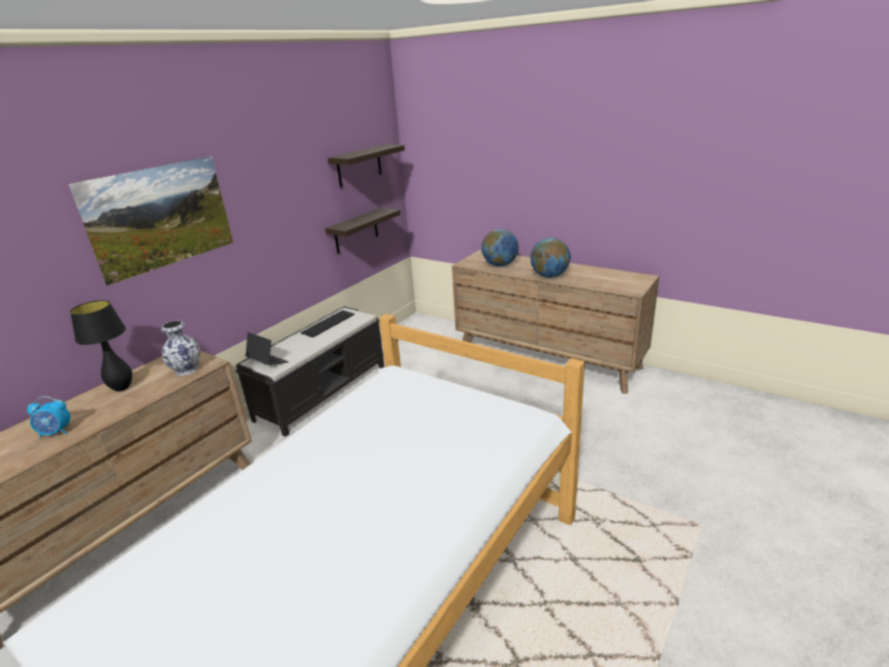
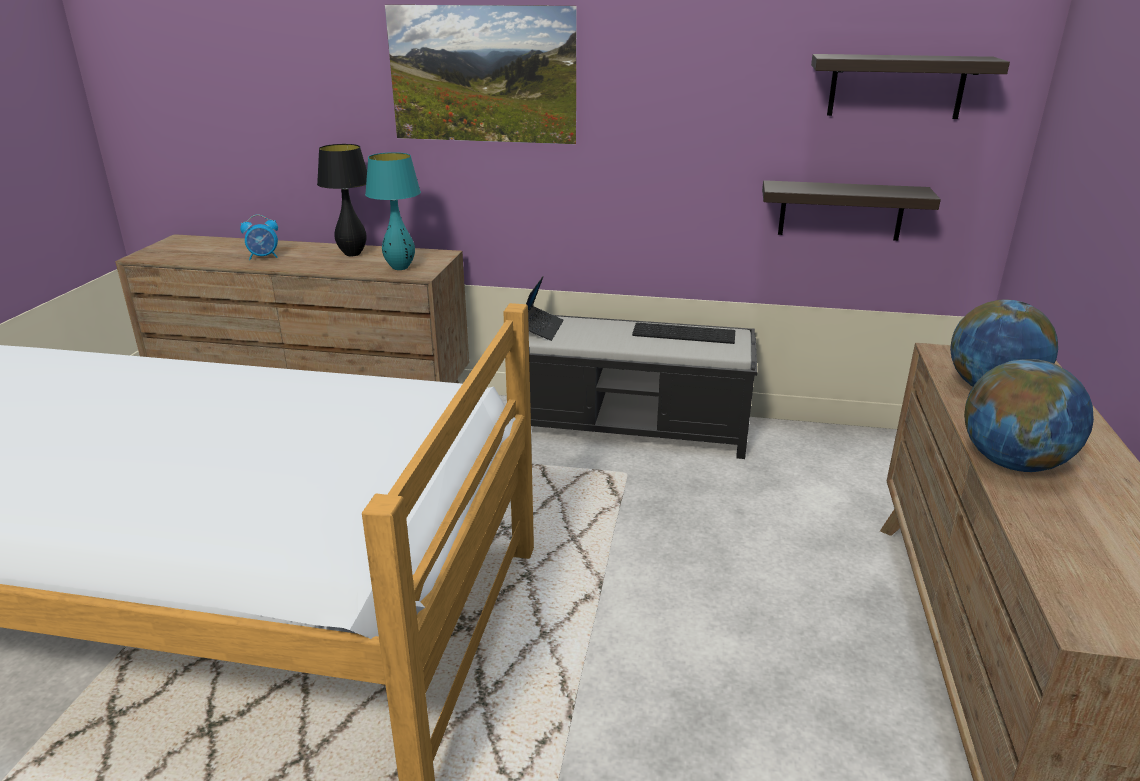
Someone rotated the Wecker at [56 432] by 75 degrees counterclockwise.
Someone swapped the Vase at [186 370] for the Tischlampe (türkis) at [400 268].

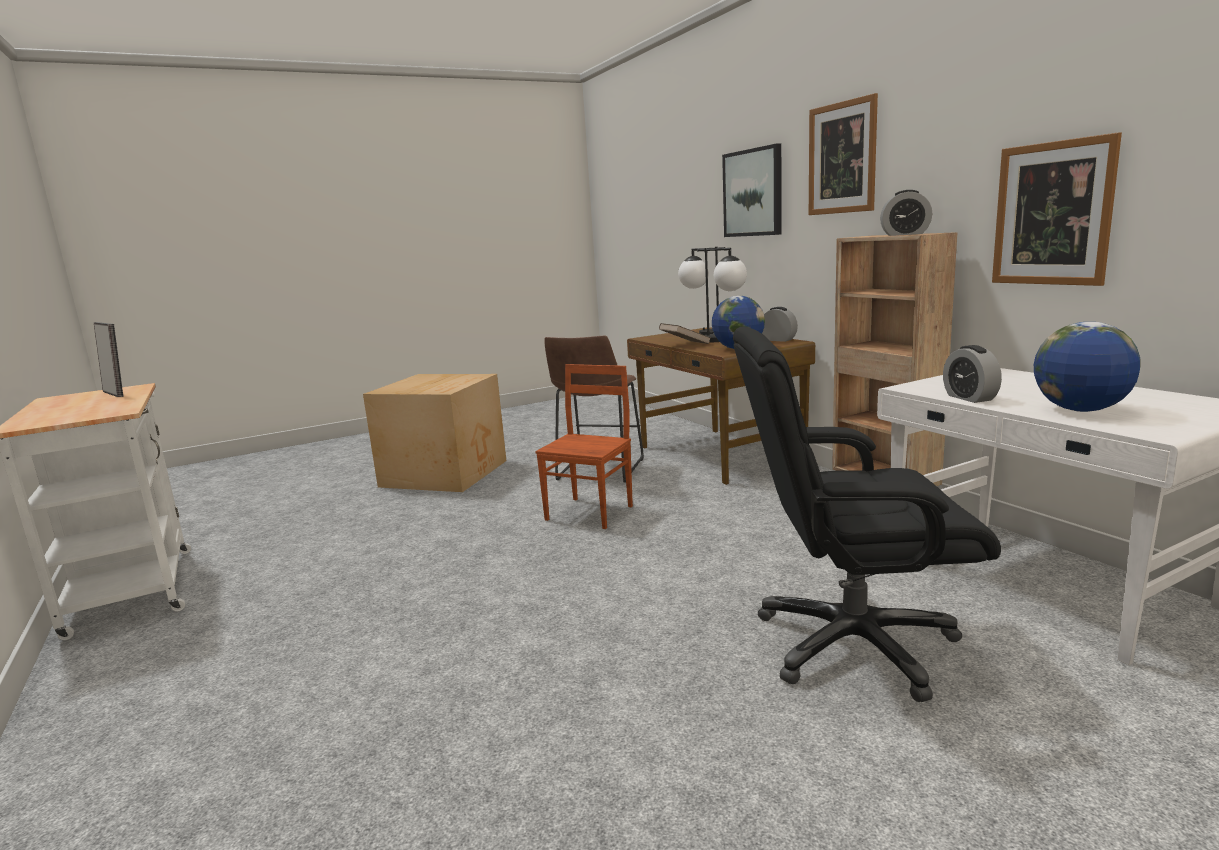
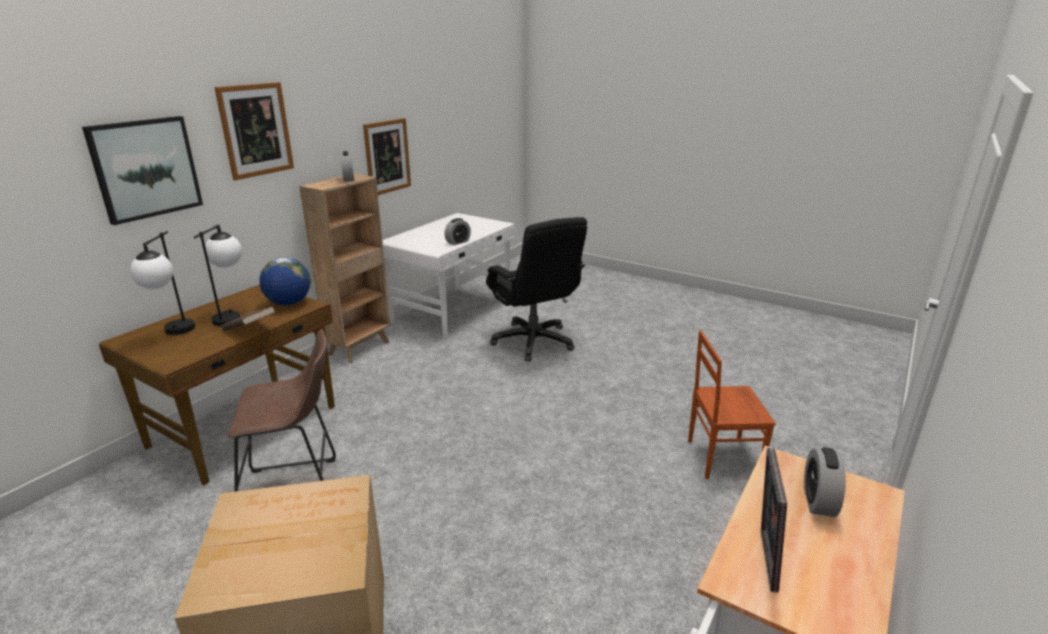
Someone carried the Stuhl (braun) from [591 512] to [721 457].
Someone carried the Wecker from [778 340] to [818 501].
Someone took away the Globus at [1080 410].

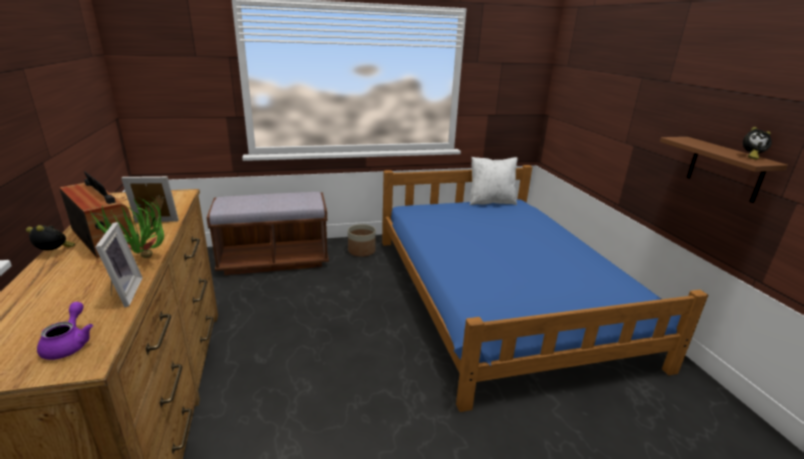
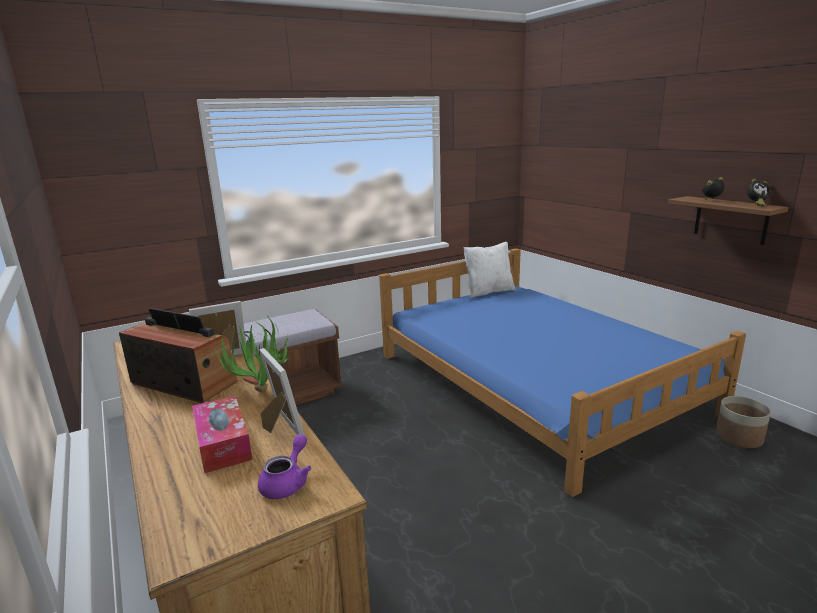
Someone put down the Taschentuchbox at [223 443].
Someone rotated the Teekanne (lila) at [69 344] by 45 degrees clockwise.
Someone carried the Wecker from [55 253] to [711 200].
Someone carried the Pflanzkübel from [362 251] to [739 437].

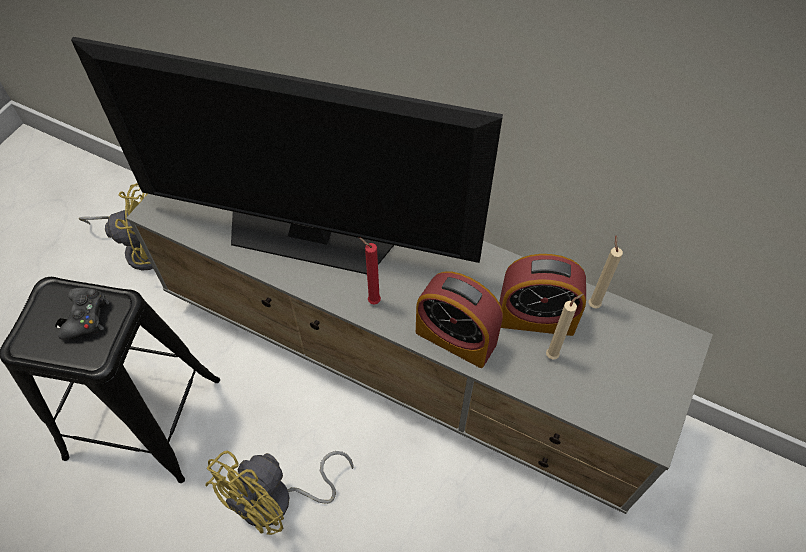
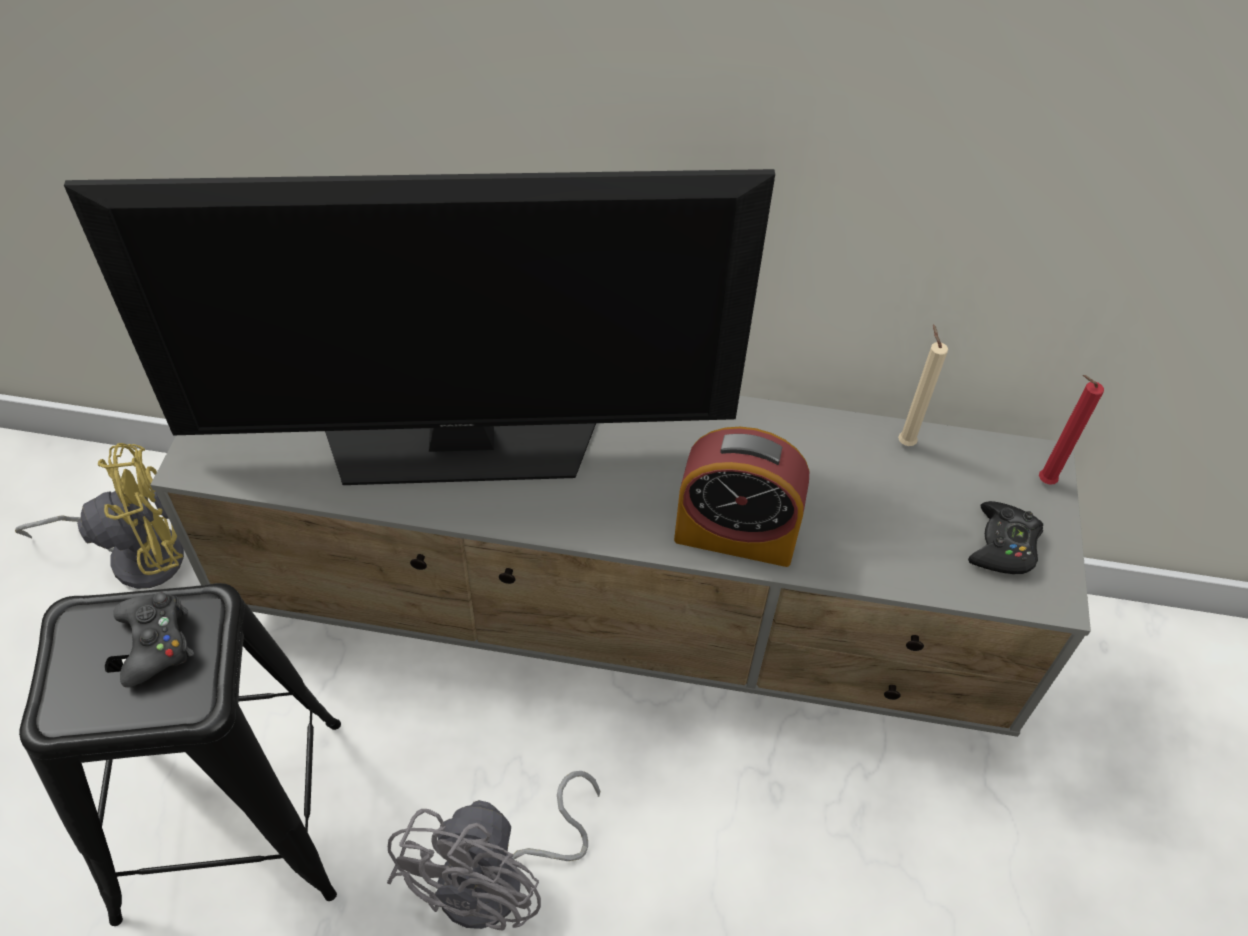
Someone repainted the Ventilator (gelb) at [277 501], which became the Ventilator (grau) at [499 880].
Someone put down the Gamepad (schwarz) at [1003 545].
Someone carried the Kerze (rot) from [372 300] to [1042 481].
Someone took away the Wecker at [536 317].
Someone took away the Kerze (beige) at [553 355].

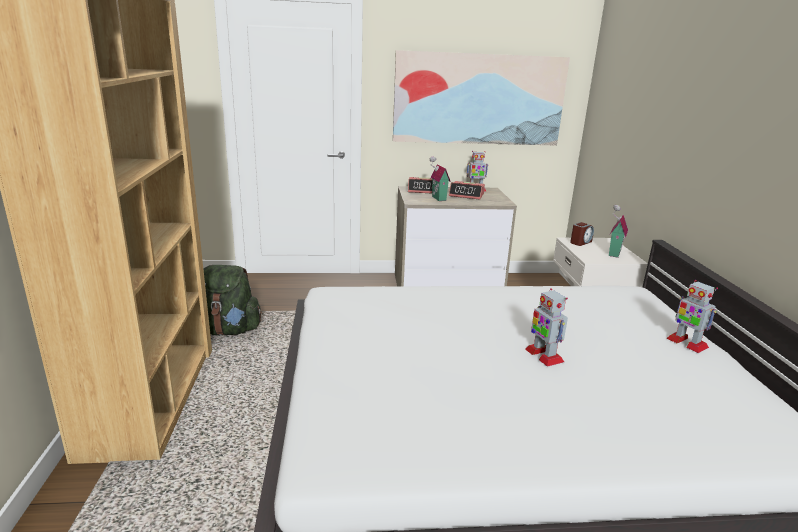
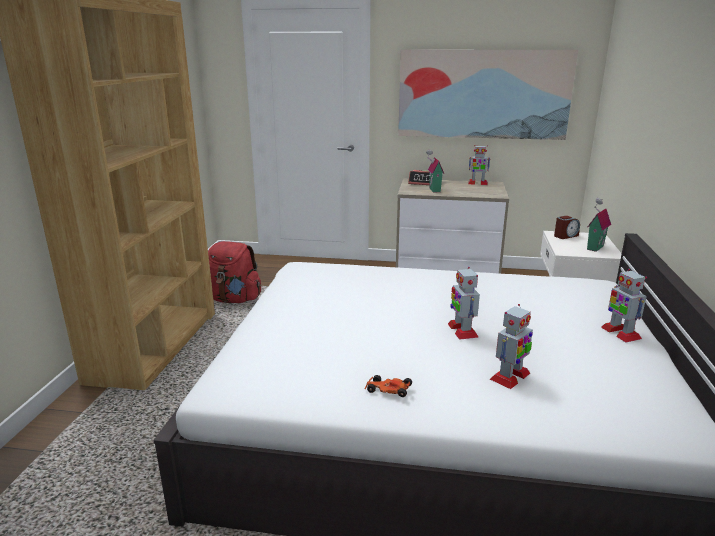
Someone repainted the Rucksack (grün) at [227 330], which became the Rucksack (rot) at [233 299].
Someone put down the Spielzeugauto at [387 390].
Someone put down the Spielzeugroboter at [510 377].
Someone took away the Wecker at [466 195].

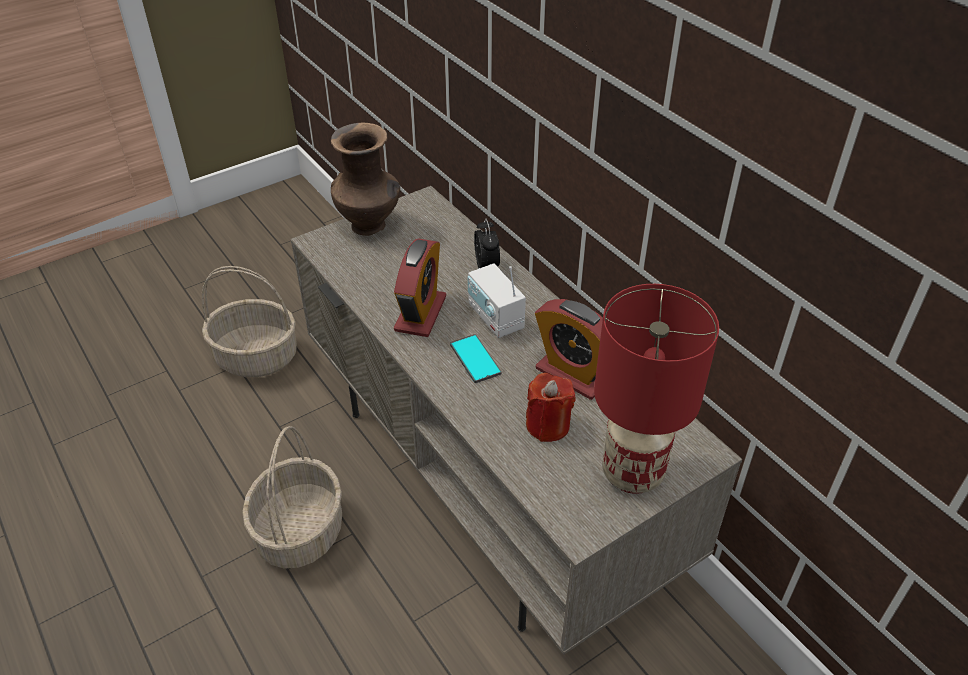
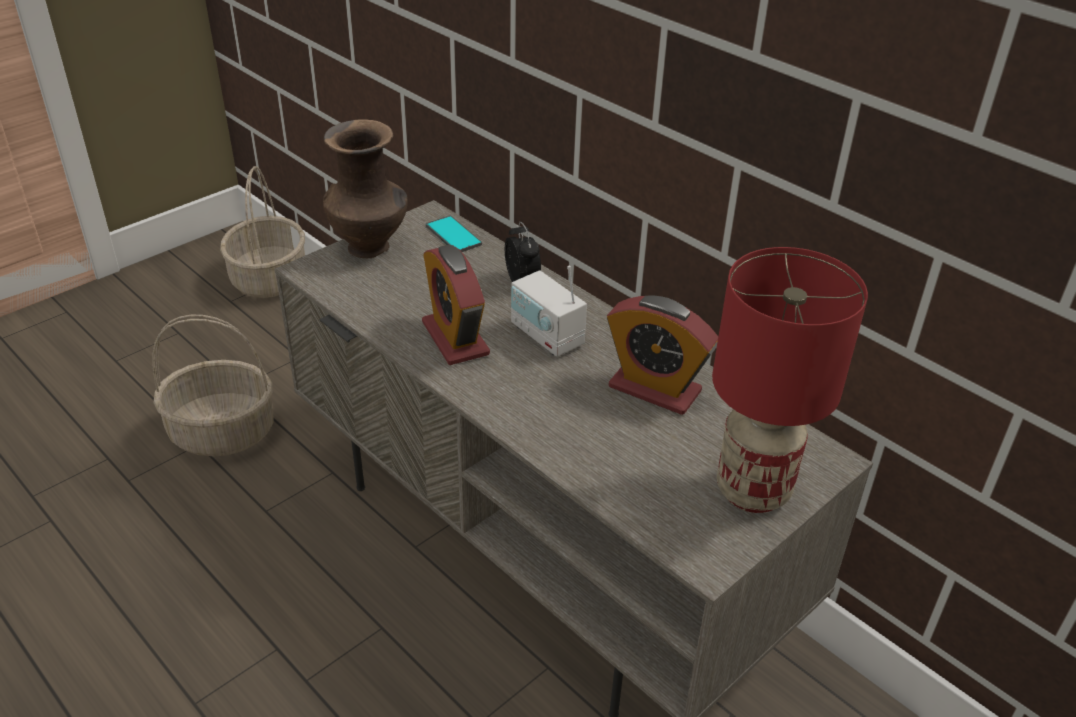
Someone carried the Korb from [300 533] to [269 279].
Someone rotated the Wecker at [420 314] by 150 degrees clockwise.
Someone carried the Handy from [475 359] to [453 235].
Someone took away the Kerze (rot) at [548 425].

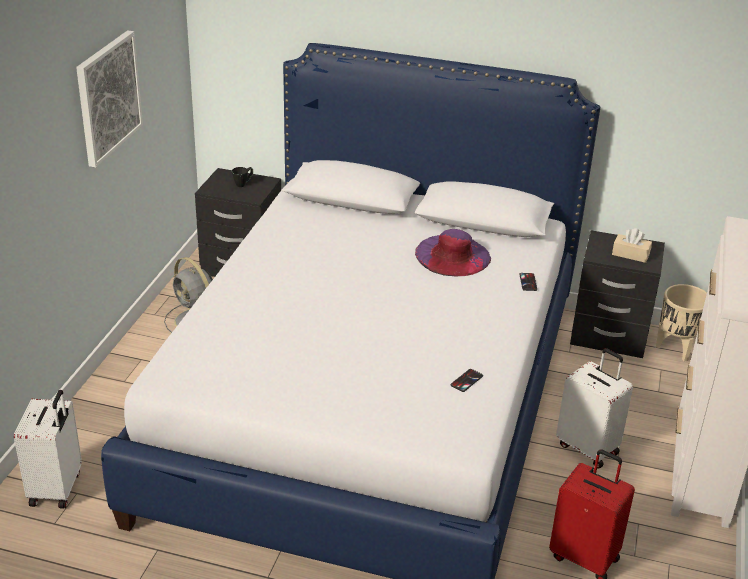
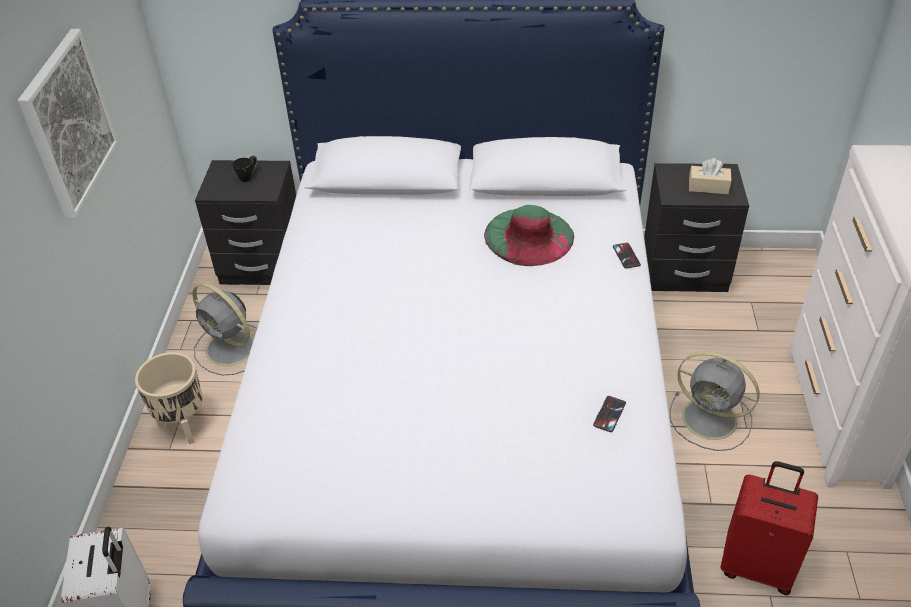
Someone carried the Pflanzkübel (beige) from [676 350] to [184 427].
Someone repainted the Hut (lila) at [452 255], which became the Hut (grün) at [529 236].
Someone swapped the Koffer (weiß) at [588 448] for the Ventilator (grau) at [711 419].

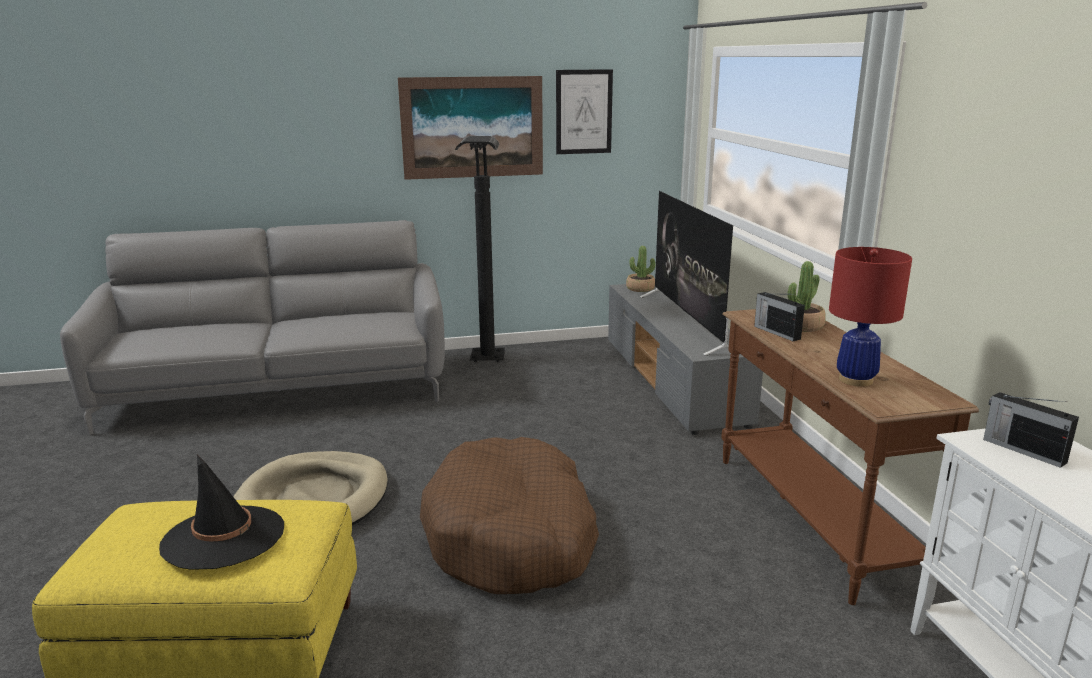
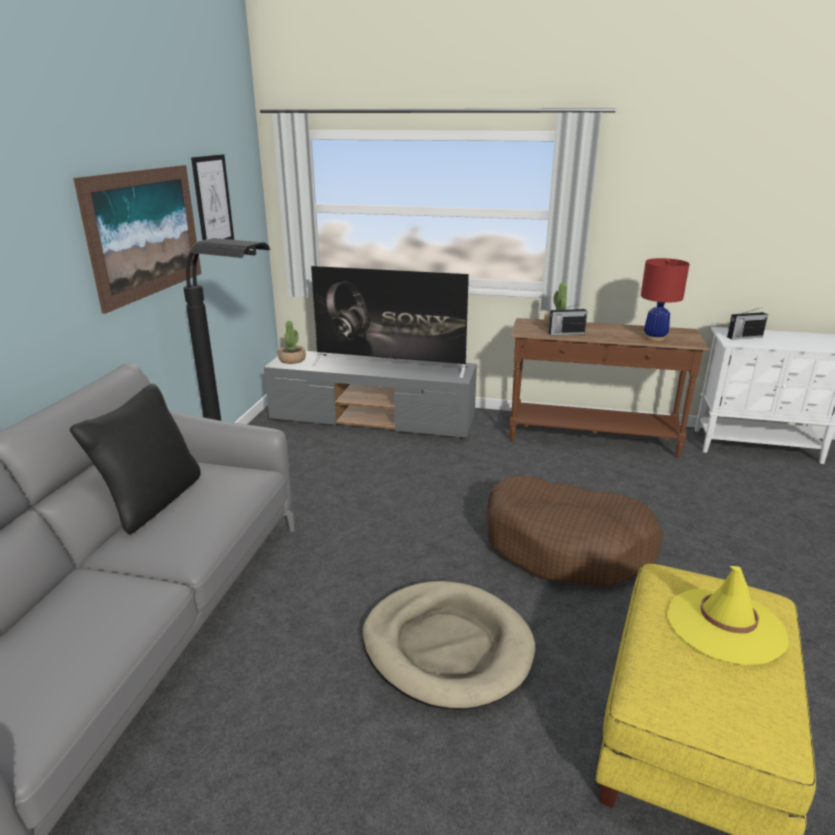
Someone put down the Kissen (schwarz) at [152 501].
Someone repainted the Hut (schwarz) at [224 537], which became the Hut (gelb) at [725 625].

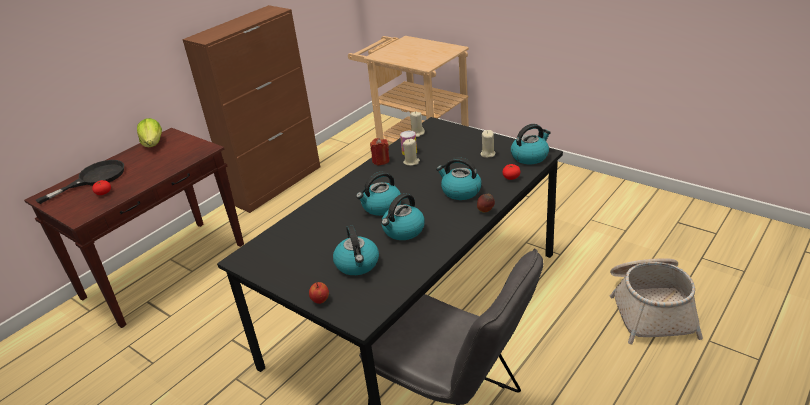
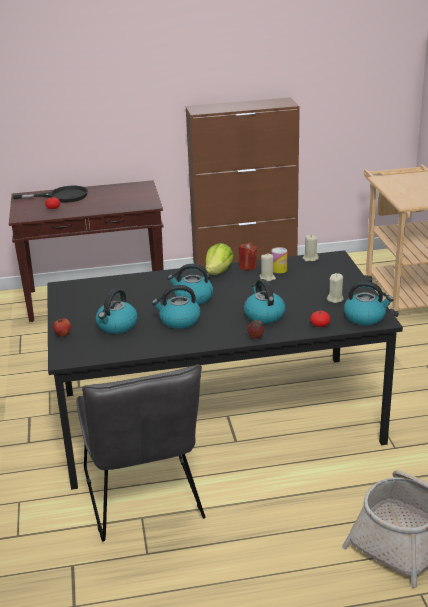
Someone carried the Salatkopf from [153 144] to [218 272].

